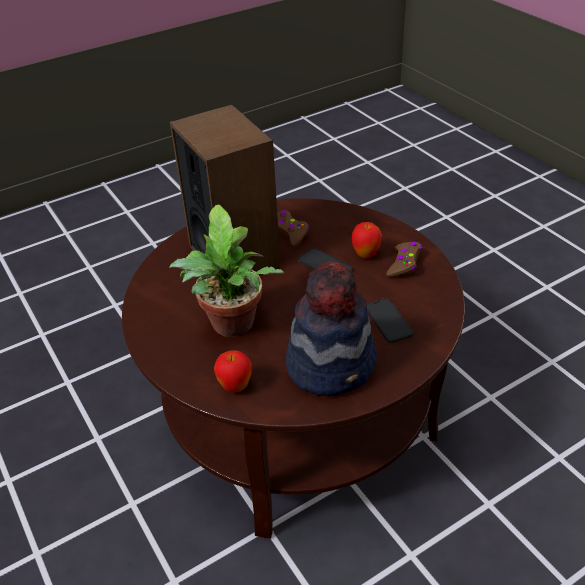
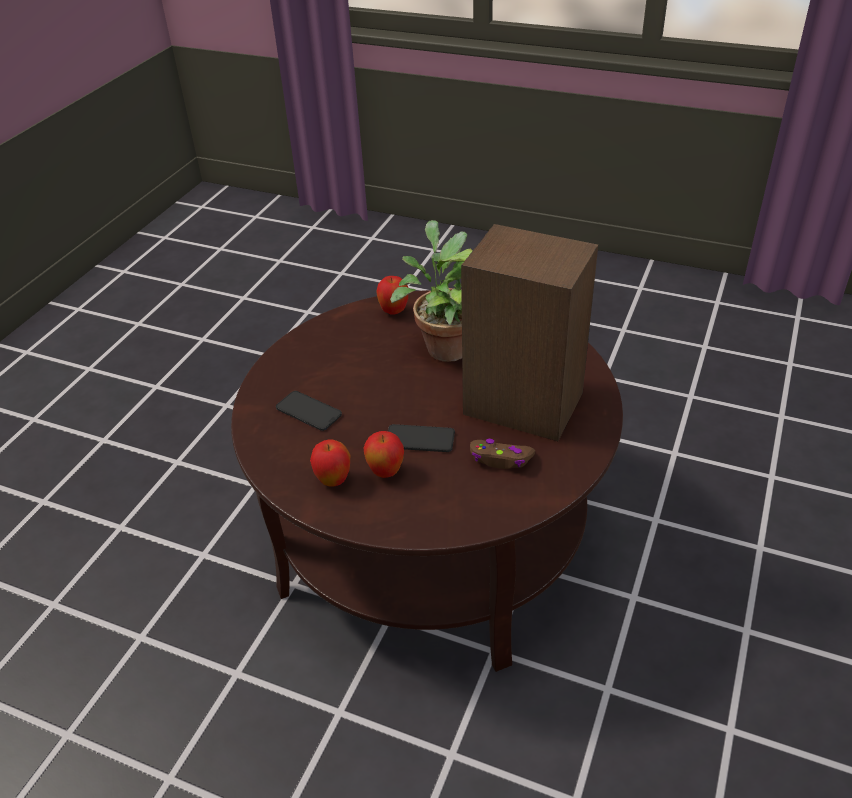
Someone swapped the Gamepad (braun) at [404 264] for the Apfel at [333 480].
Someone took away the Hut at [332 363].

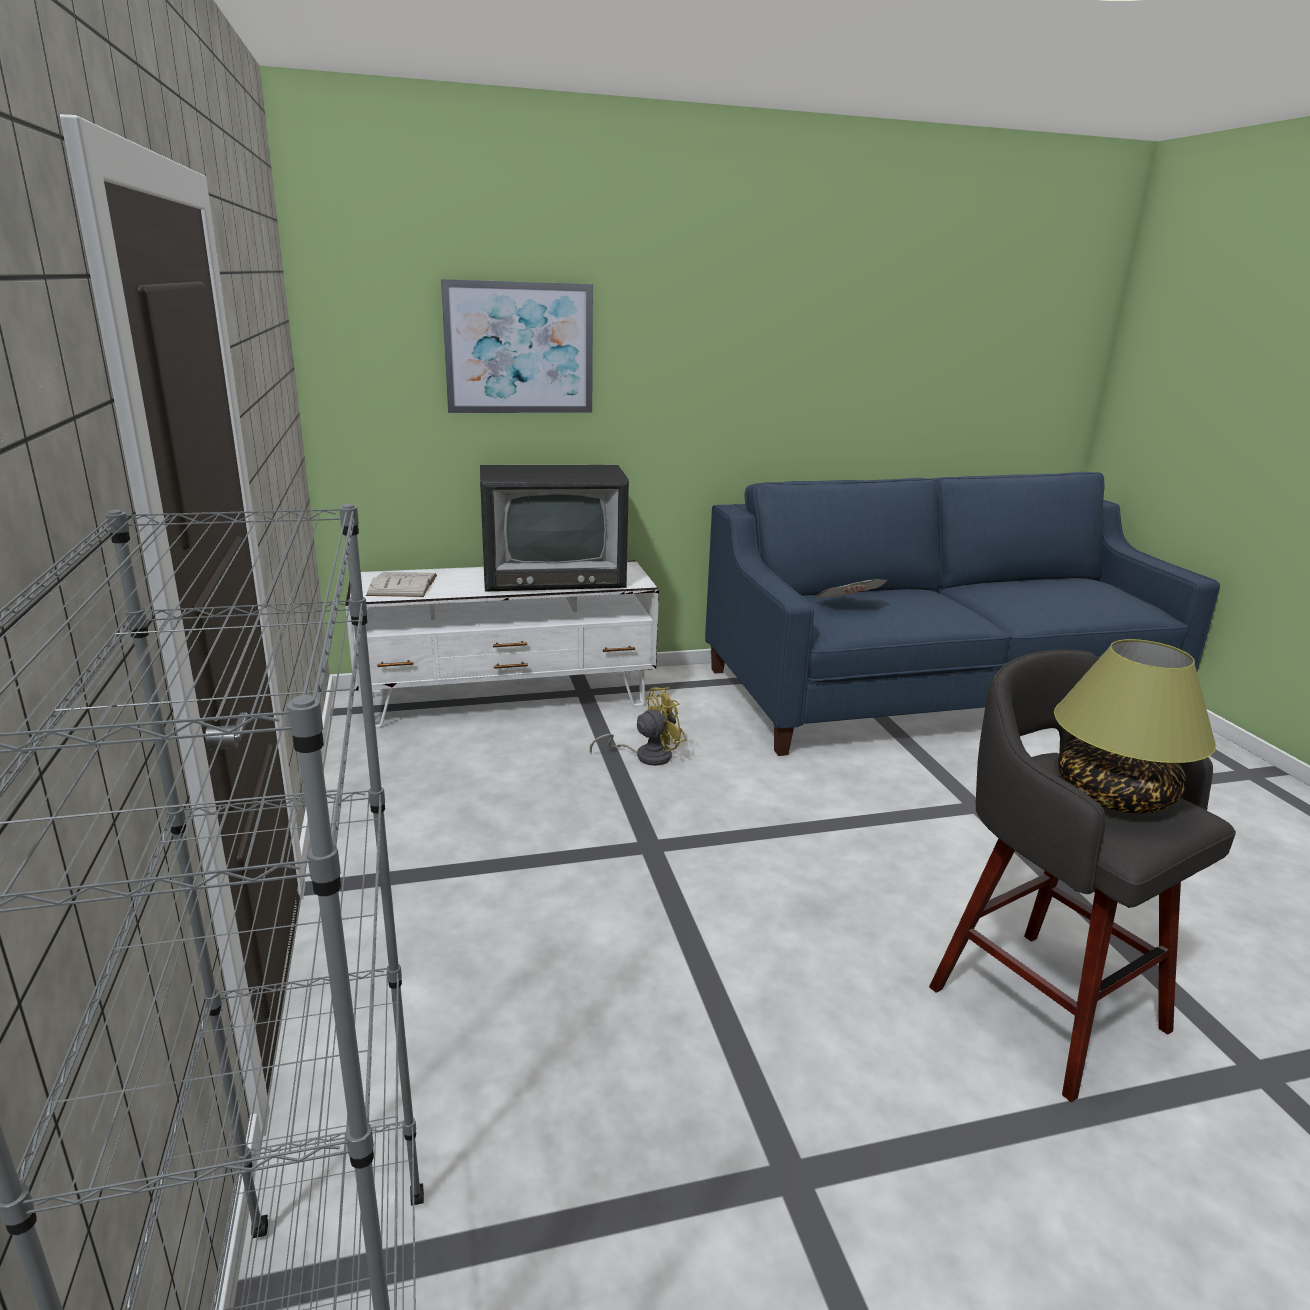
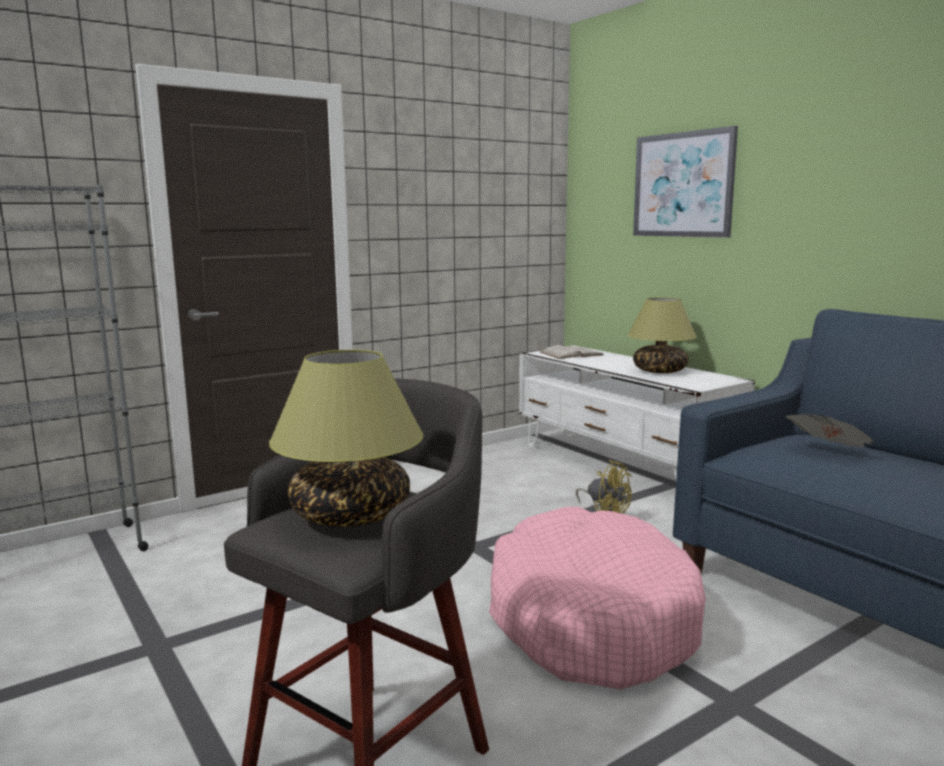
Someone put down the Hundebett (rosa) at [590 619].
Someone swapped the Fernseher at [554 576] for the Tischlampe at [660 371].

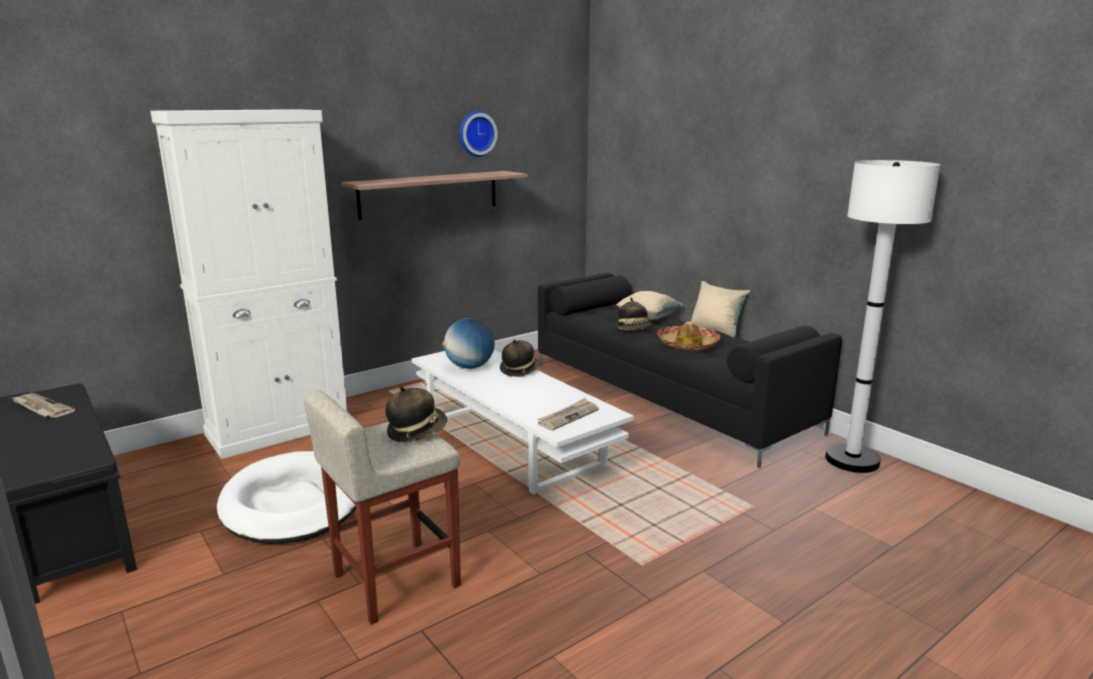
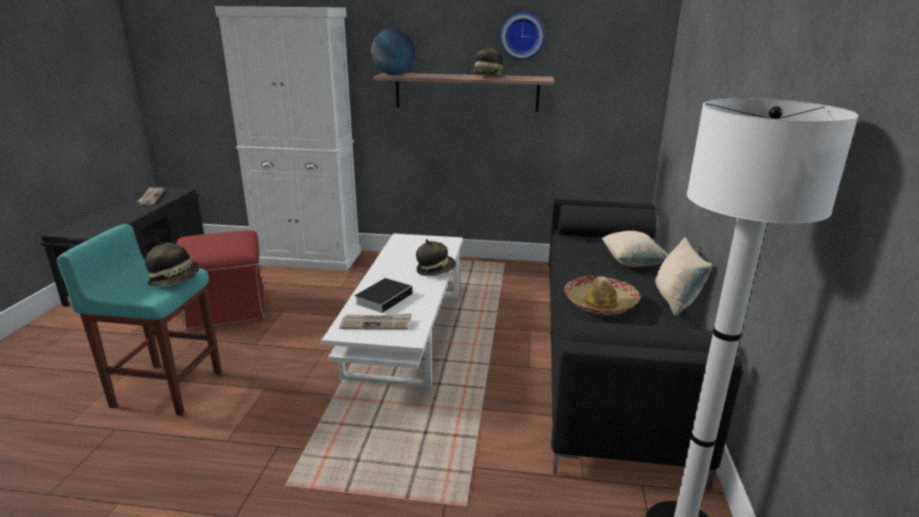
Someone repainted the Hocker (beige) at [394 581], which became the Hocker (türkis) at [166 388].
Someone swapped the Hundebett (weiß) at [293 503] for the Polsterhocker (rot) at [225 309].
Someone put down the Buch at [384 298].
Someone carried the Globus from [470 367] to [394 74].
Someone carried the Hut from [634 330] to [488 77].

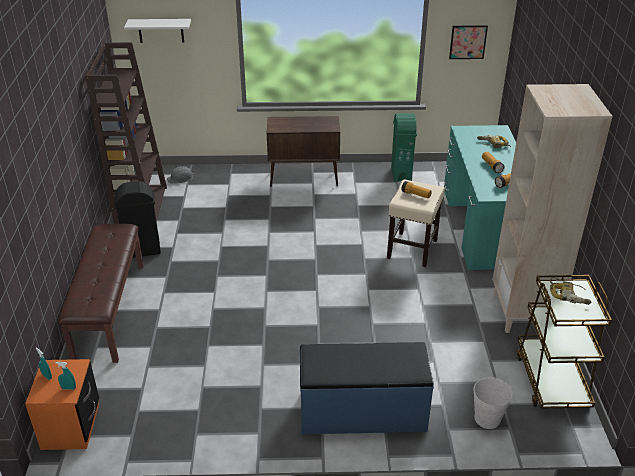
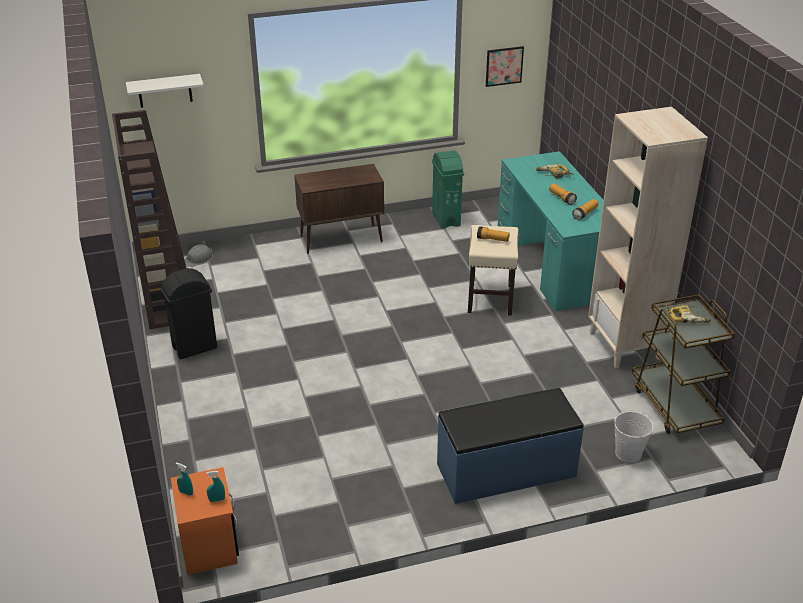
Someone took away the Bank (braun) at [109 310].

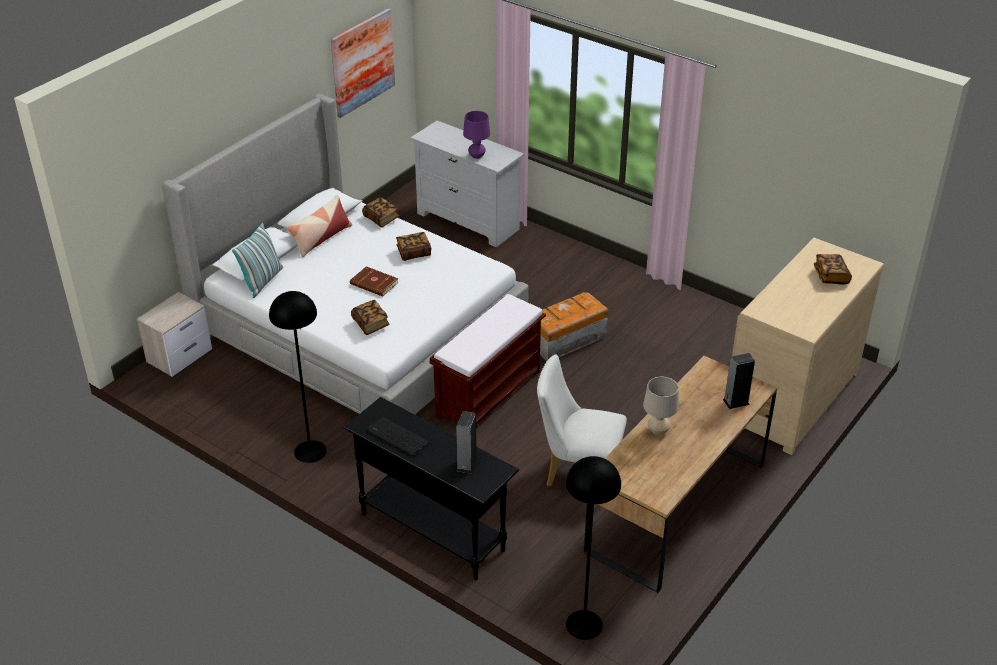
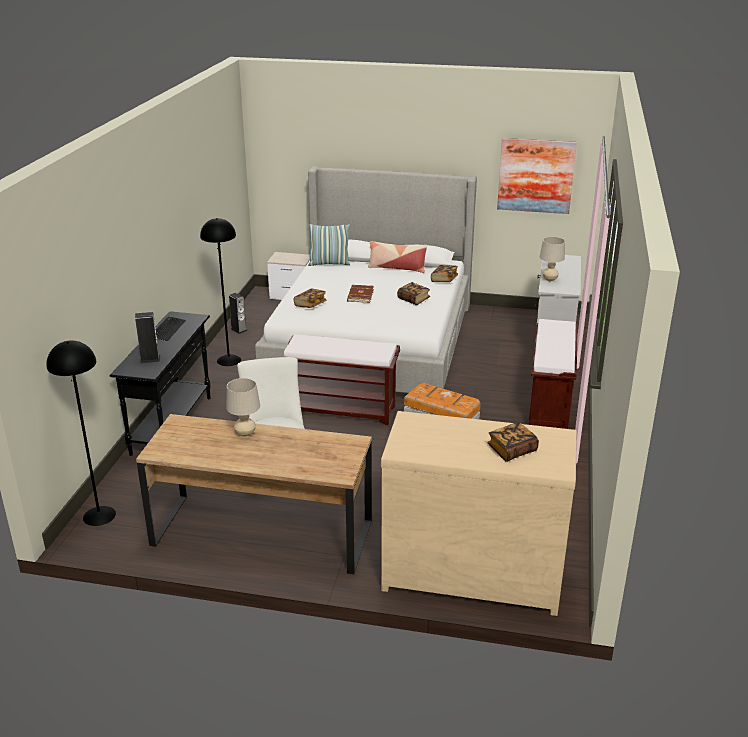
Someone carried the Lautsprecher from [736 402] to [239 330].
Someone put down the Bank (braun) at [549 405].
Someone repainted the Tischlampe (lila) at [476 156], which became the Tischlampe (beige) at [549 279].

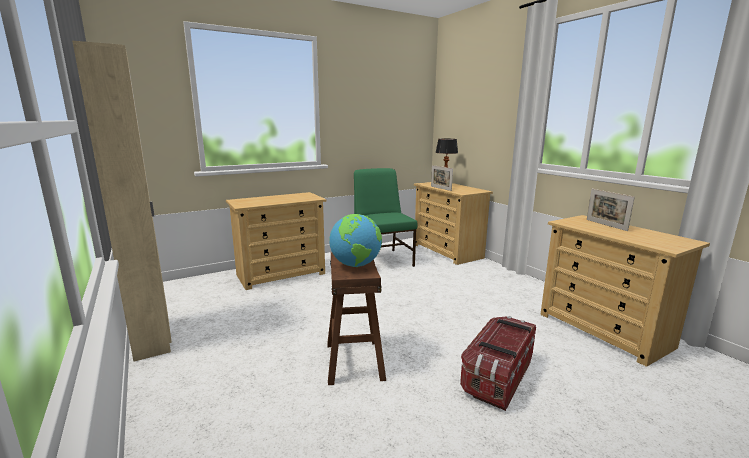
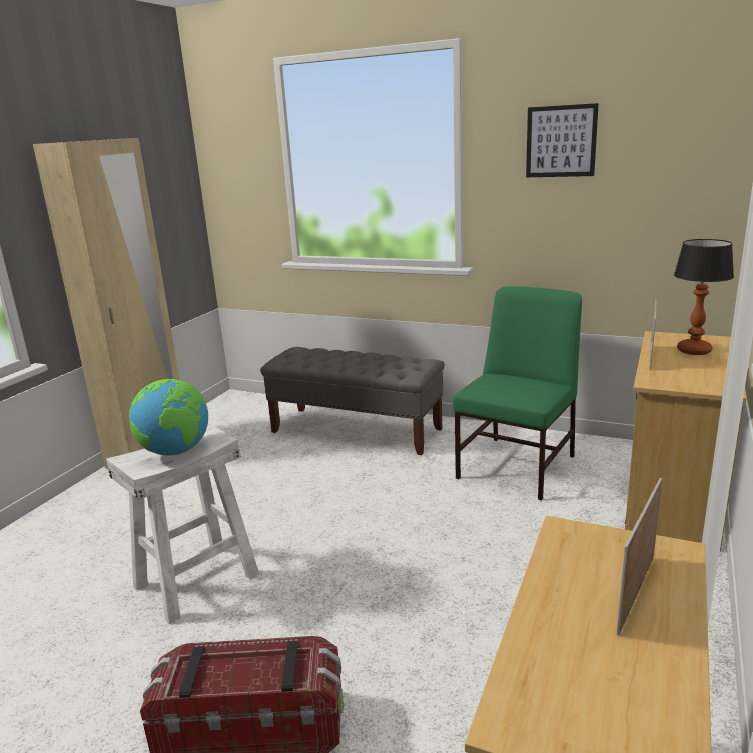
Someone repainted the Hocker (braun) at [355 360], which became the Hocker (weiß) at [196 581].
Someone swapped the Kommode (beige) at [281 274] for the Bank (grau) at [356 430].
Someone put up the Bild at [561 141].

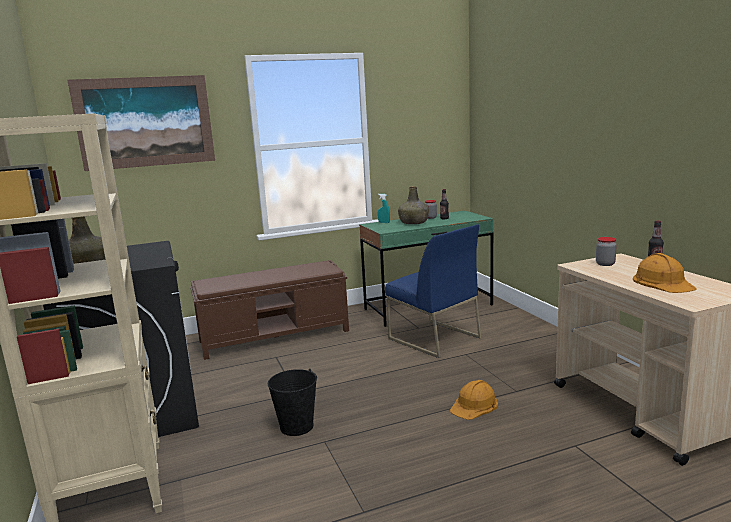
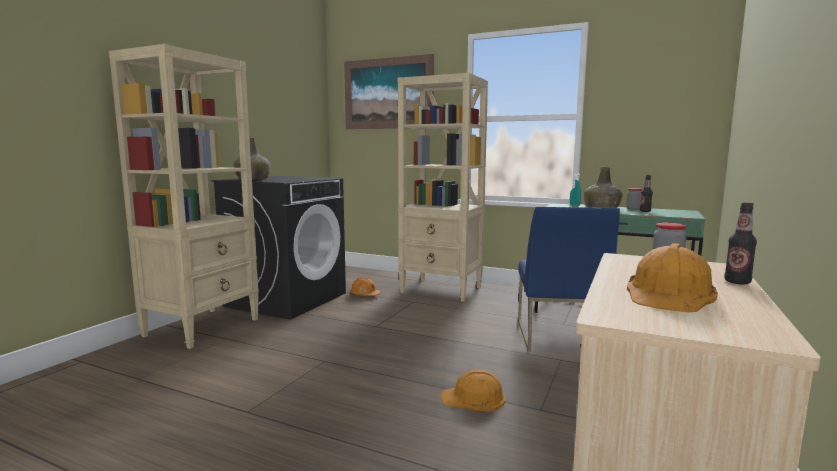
Someone put down the Schutzhelm (orange) at [364 295].
Someone swapped the Bank (braun) at [275 336] for the Bücherregal (beige) at [442 290].
Someone took away the Eimer (schwarz) at [296 426].

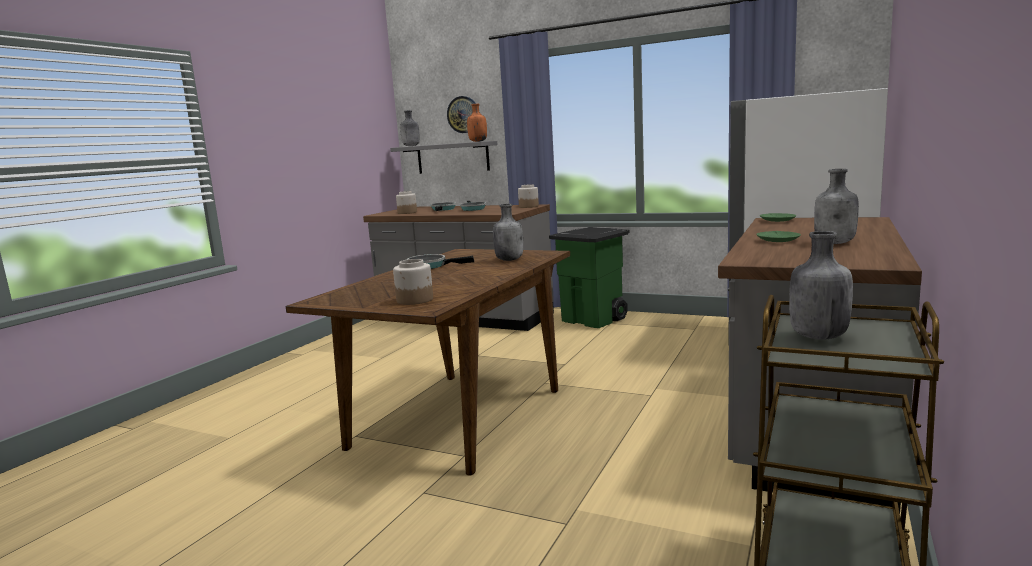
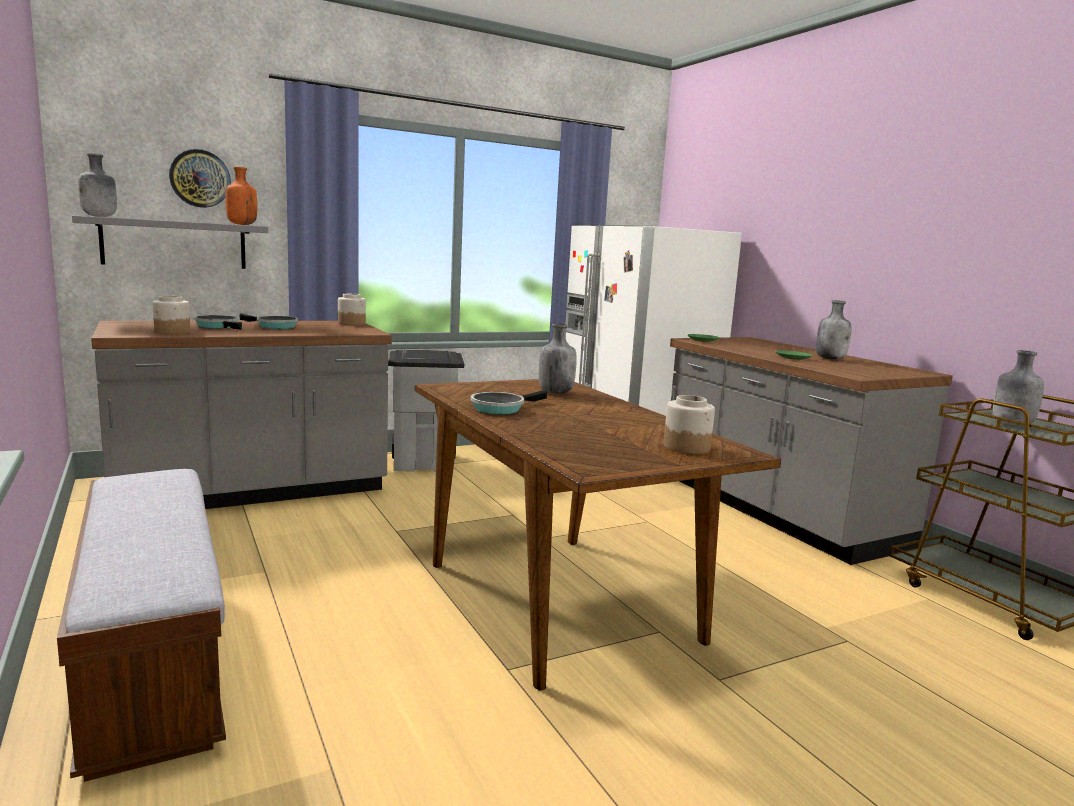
Someone put down the Bank at [152 655].
Someone repainted the Mülleimer (grün) at [594 320], which became the Mülleimer (grau) at [425 463].

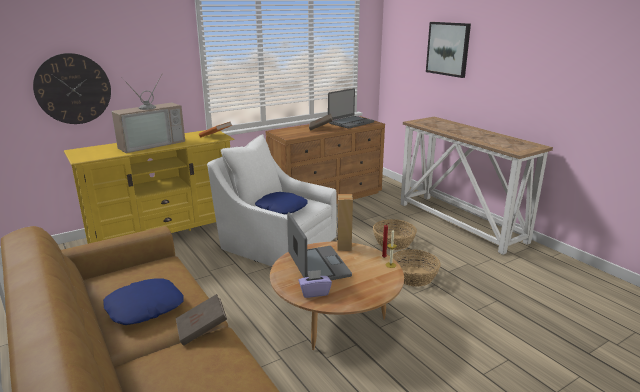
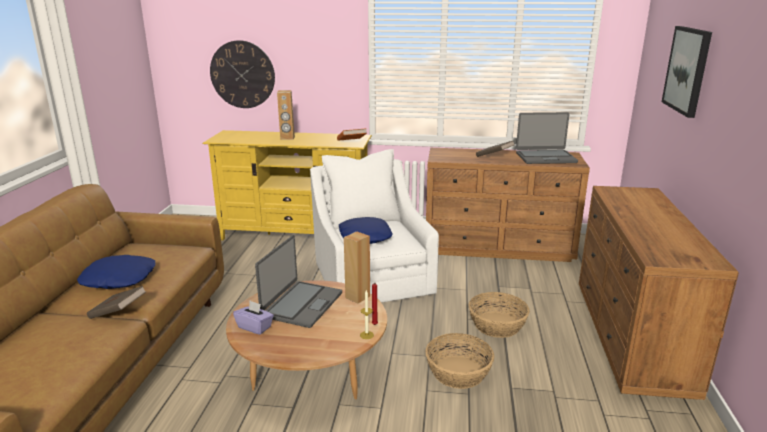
Someone swapped the Fernseher at [151 144] for the Lautsprecher (braun) at [287 138].
Someone swapped the Konsolentisch at [461 222] for the Kommode (braun) at [631 337].

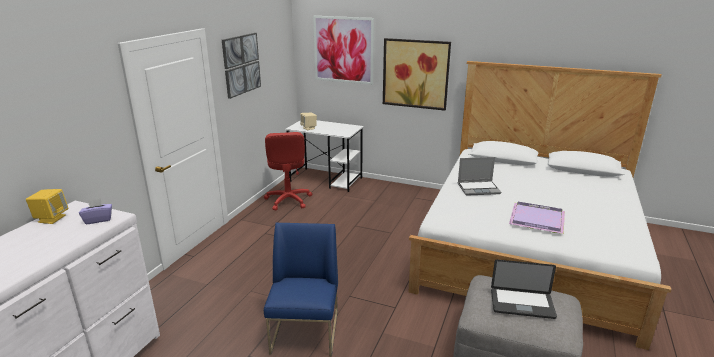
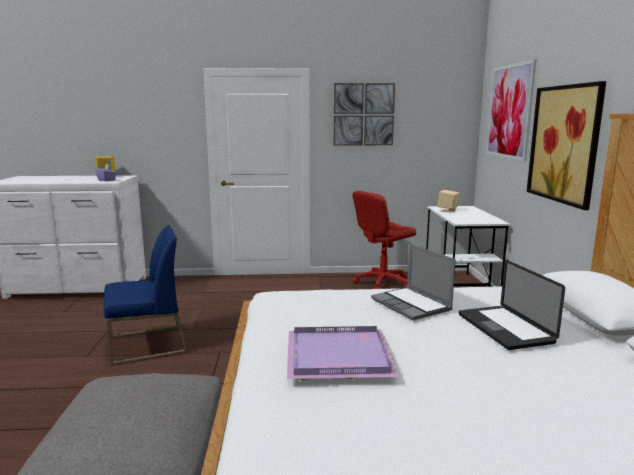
Someone carried the Laptop from [522 304] to [504 328].

